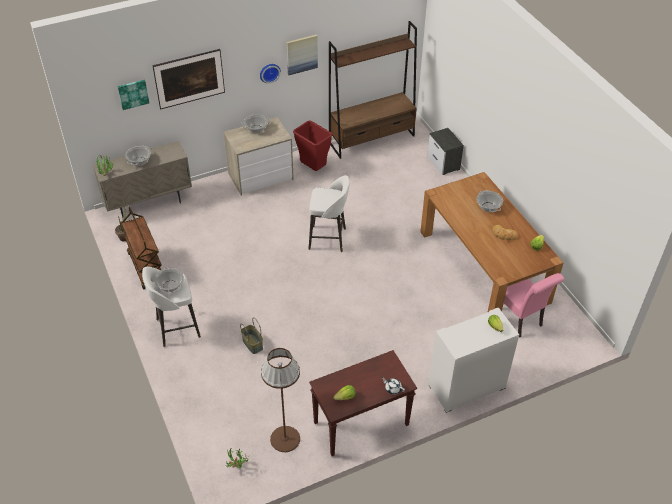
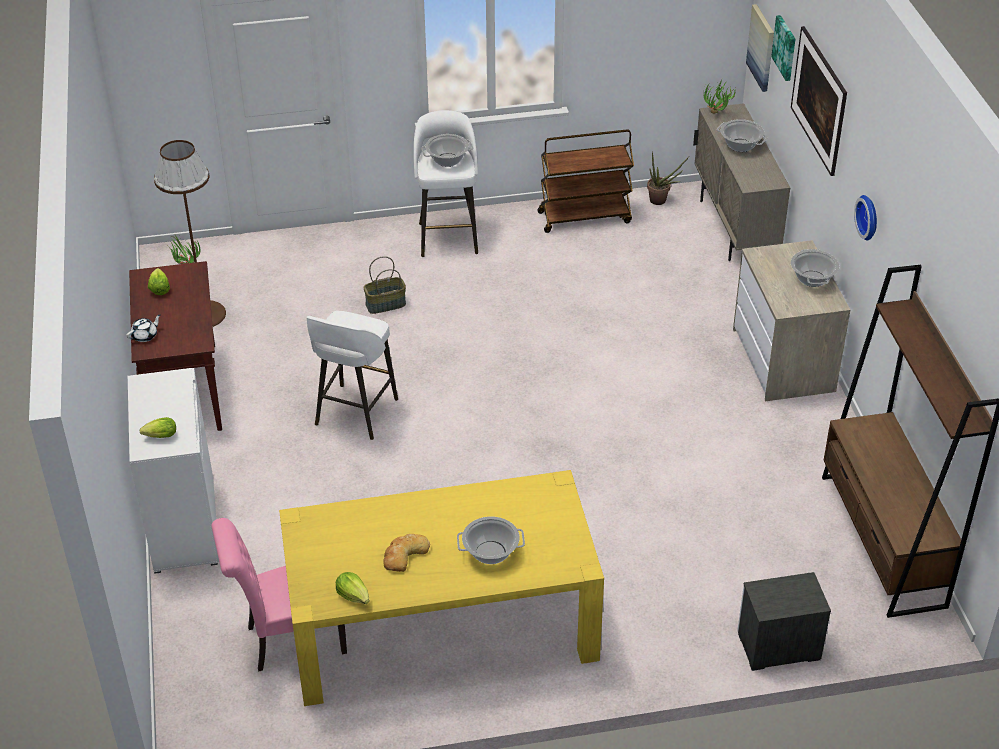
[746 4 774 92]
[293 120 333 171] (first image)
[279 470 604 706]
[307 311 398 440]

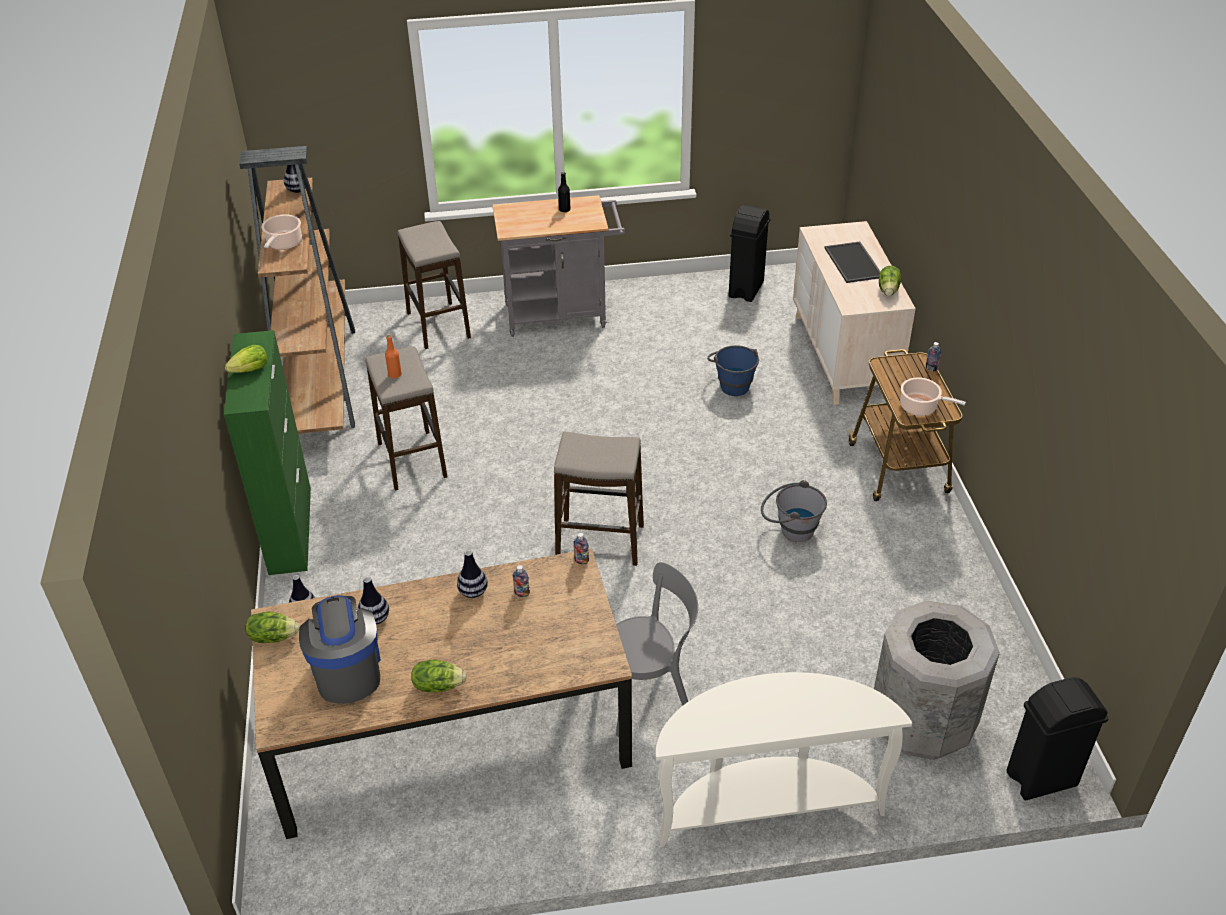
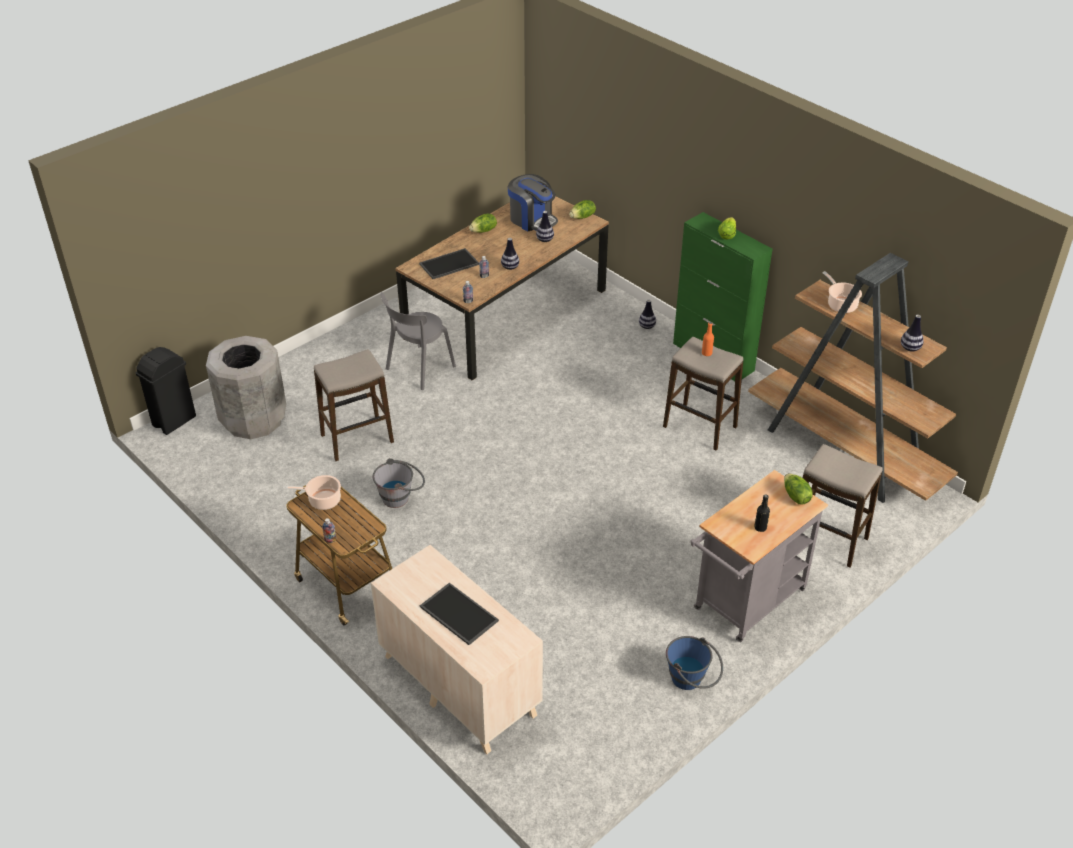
[728 205 771 302] (first image)
[784 473 813 504]
[666 636 723 690]
[314 349 394 461]
[656 672 912 847] (first image)
[419 248 479 279]

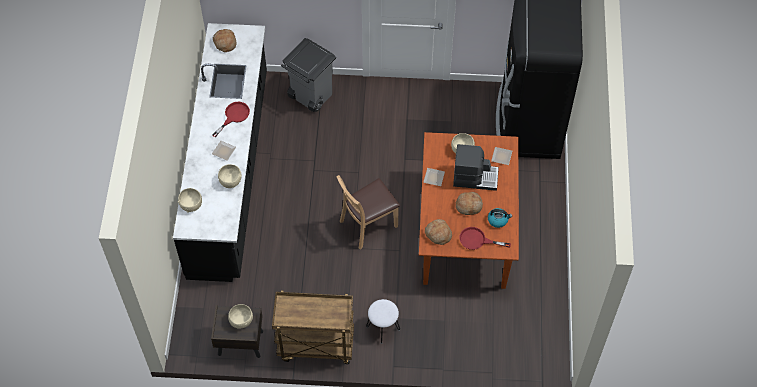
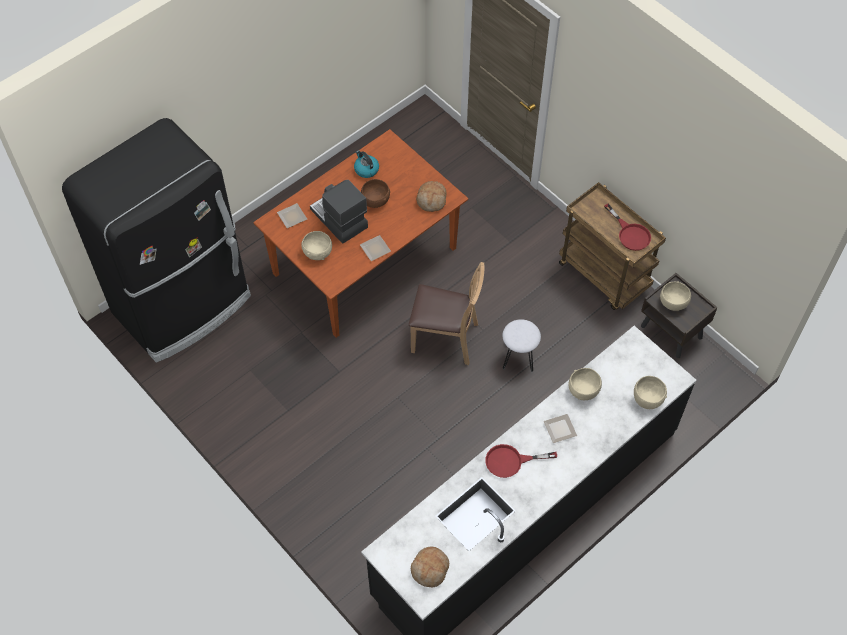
[281 38 336 112] (first image)
[361 179 390 208]
[604 204 651 251]
[502 319 541 372]

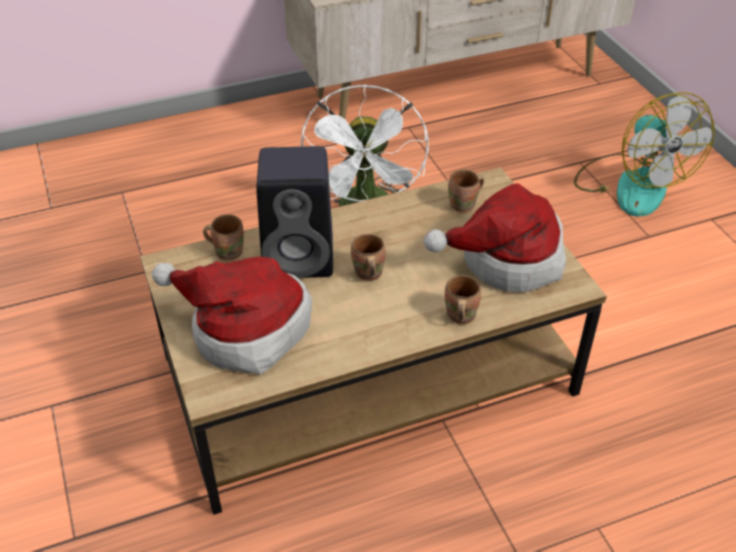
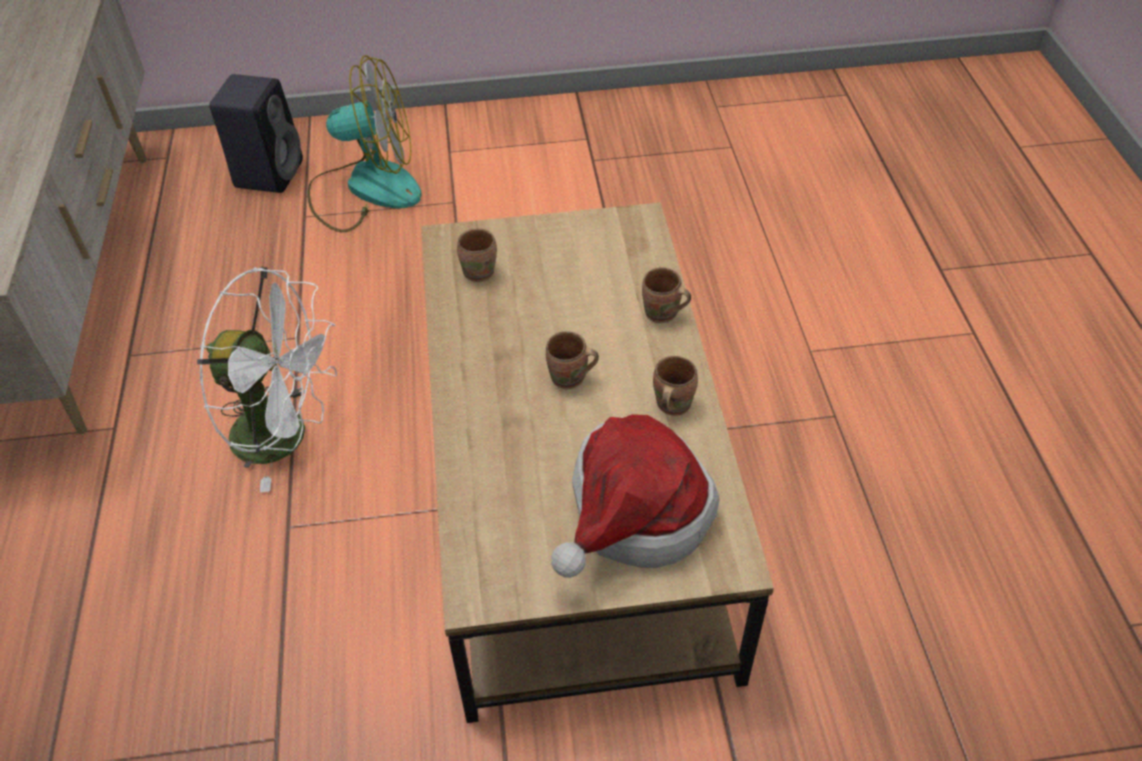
[209 74 303 193]
[424 183 566 292] (first image)
[653 356 698 416]

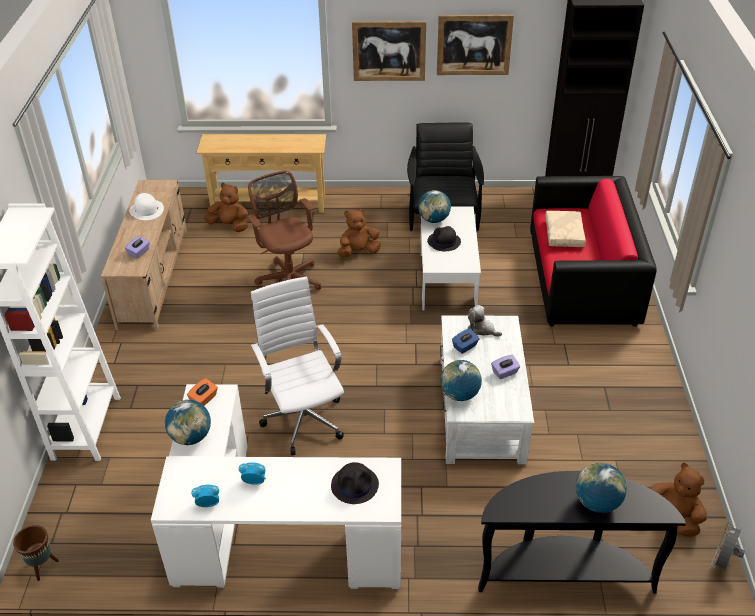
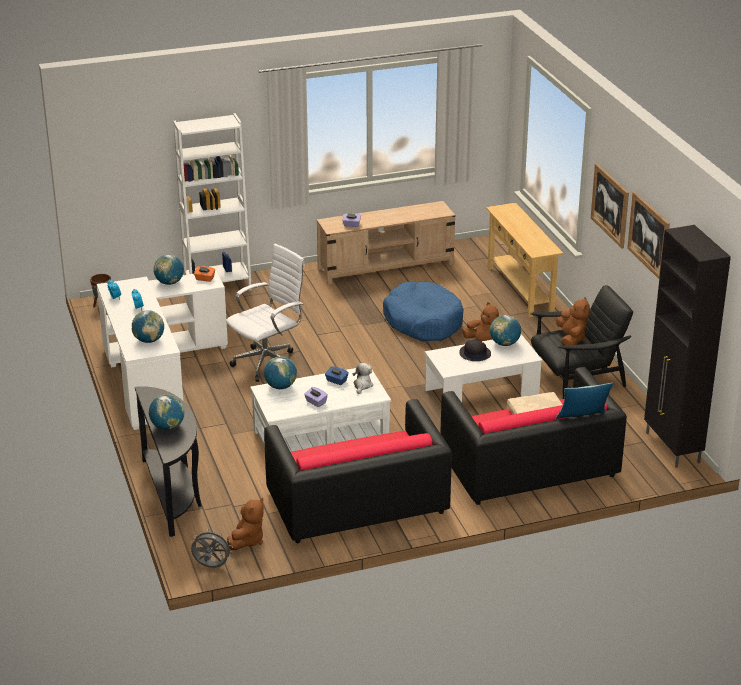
[383 281 464 342]
[556 297 590 345]
[129 193 164 220] (first image)
[132 310 164 343]
[556 383 613 419]
[264 399 452 543]

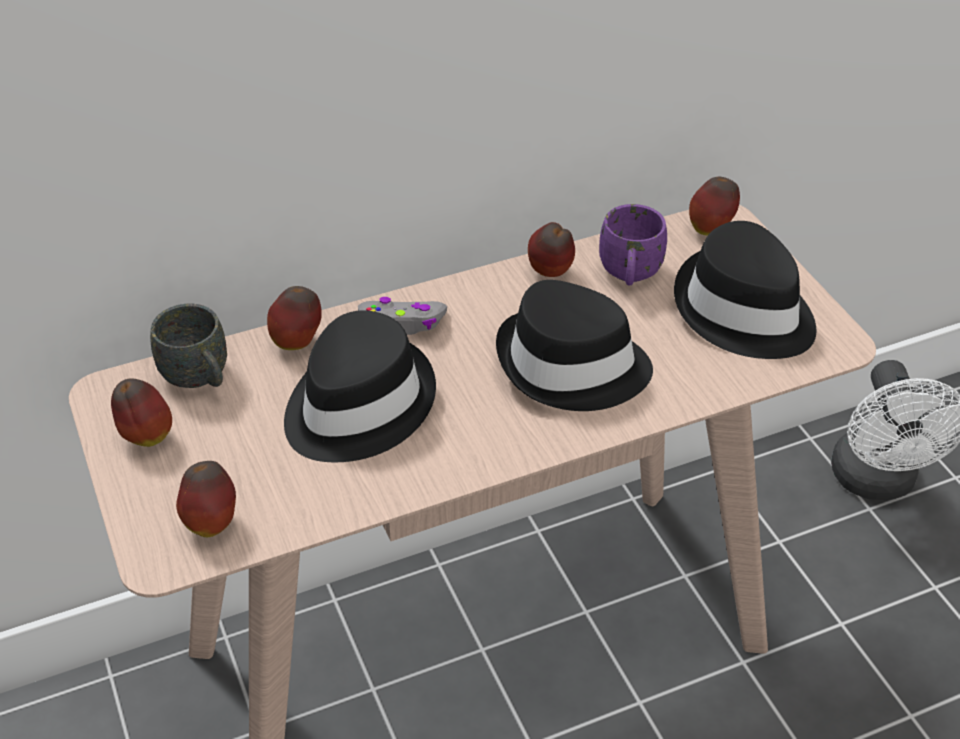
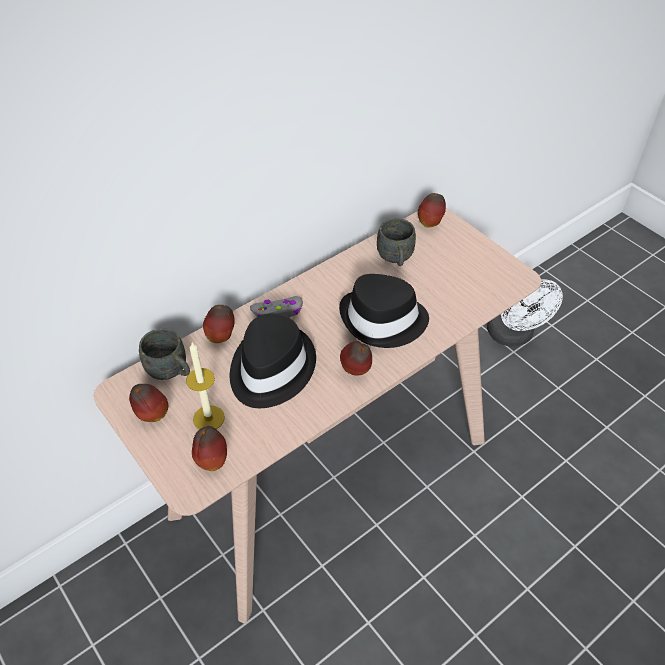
[377 218 416 266]
[674 221 816 359] (first image)
[340 341 372 376]
[186 343 225 430]

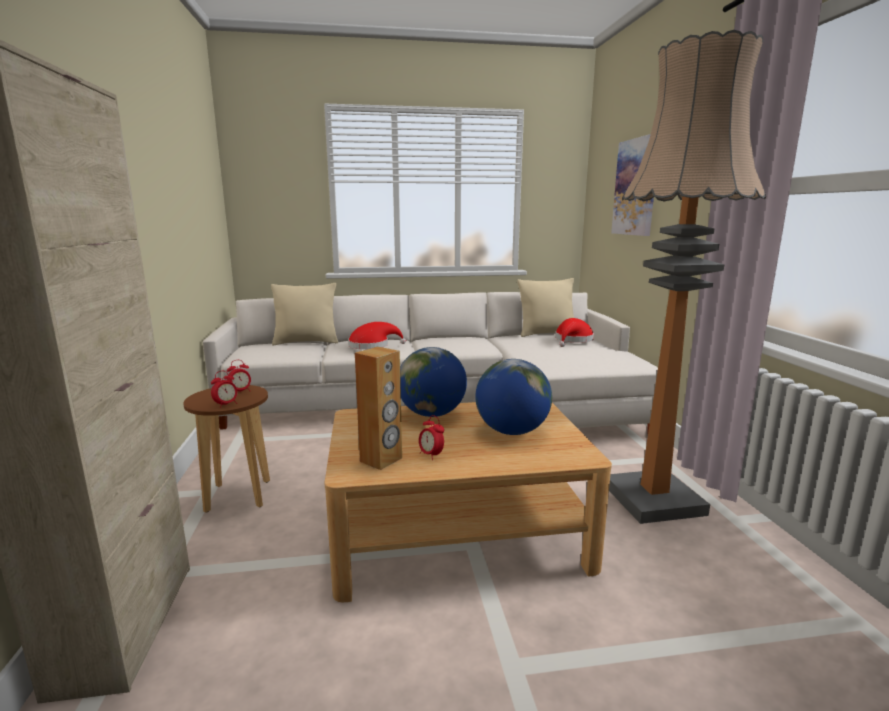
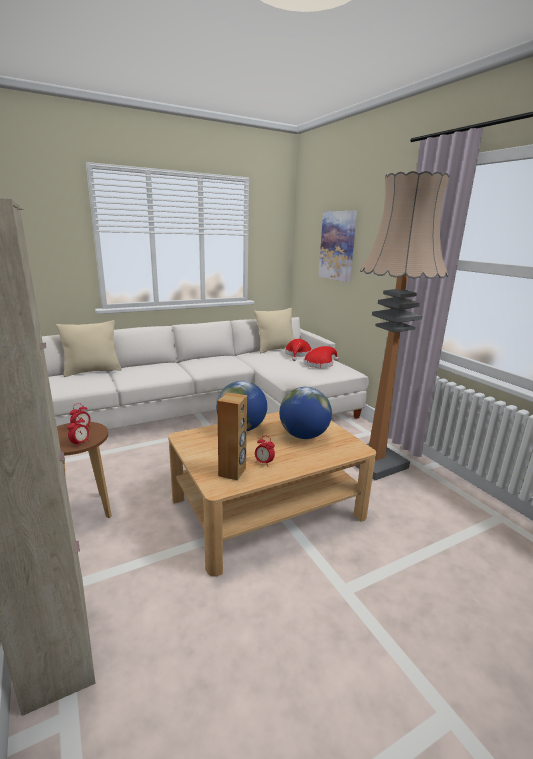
[304 346 339 368]

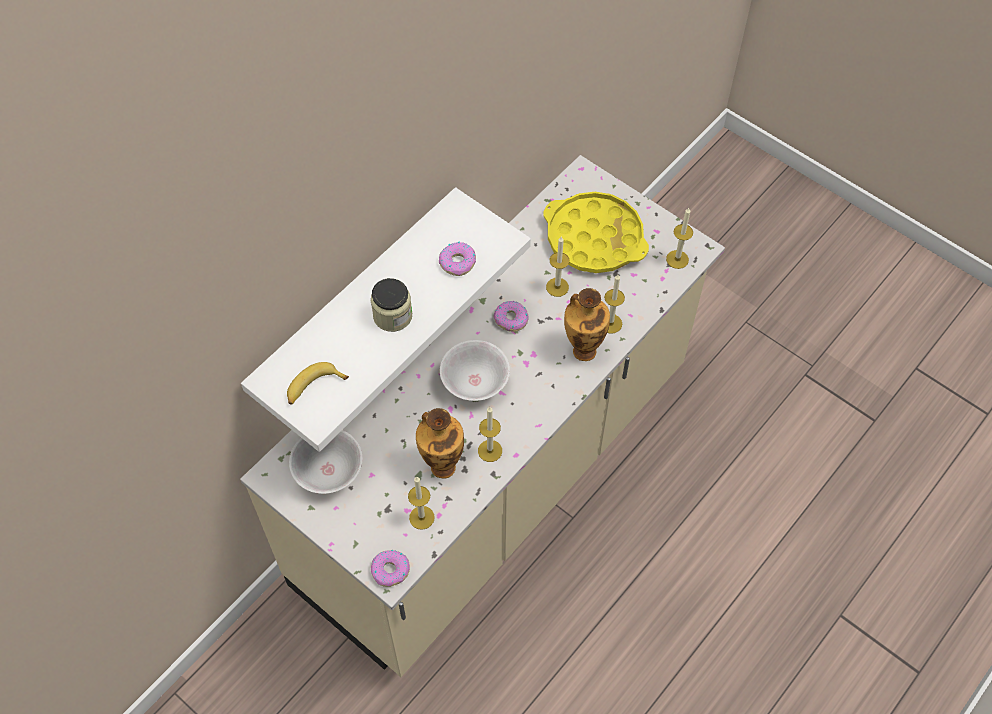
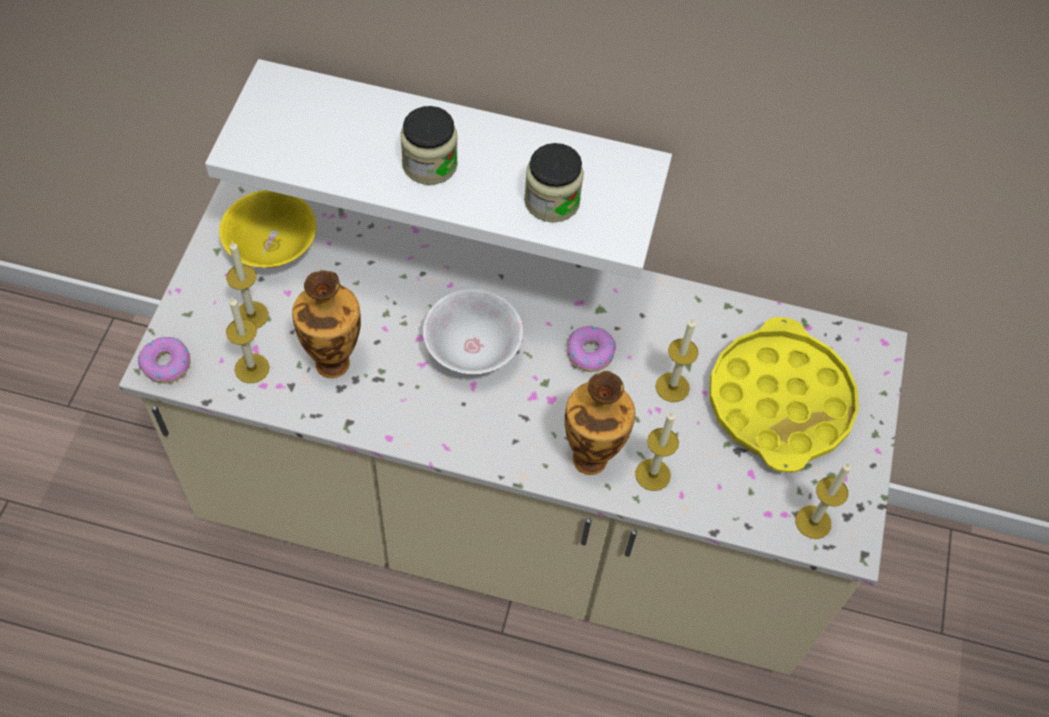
[524 143 584 223]
[287 362 349 404] (first image)
[226 242 269 328]
[219 190 317 268]

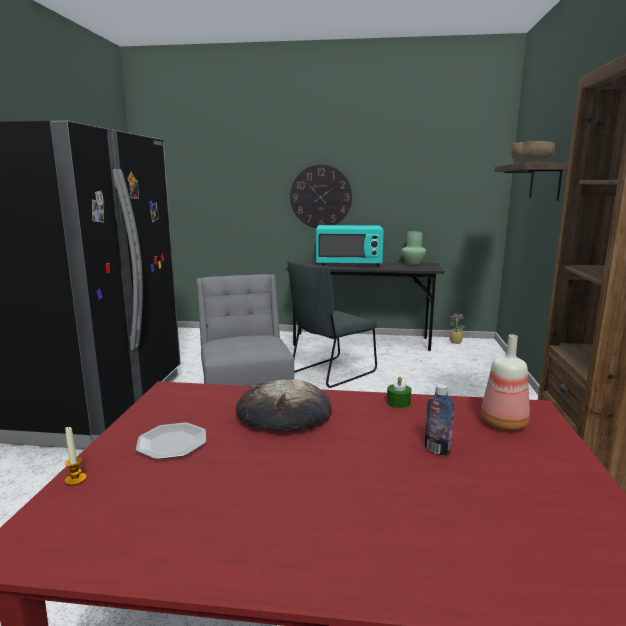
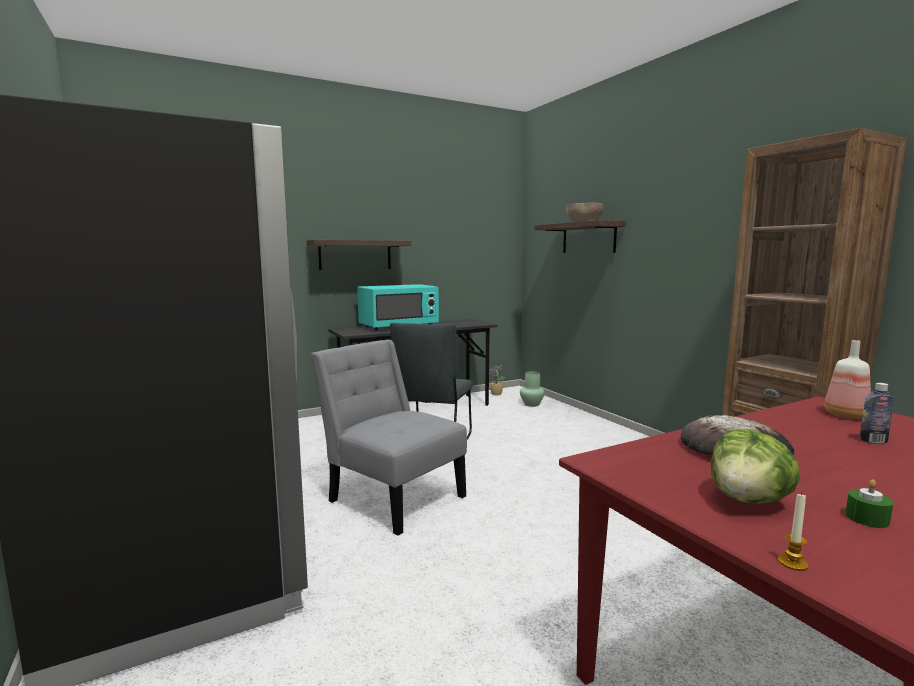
[307 240 411 270]
[520 371 545 407]
[845 479 893 528]
[711 429 800 504]

